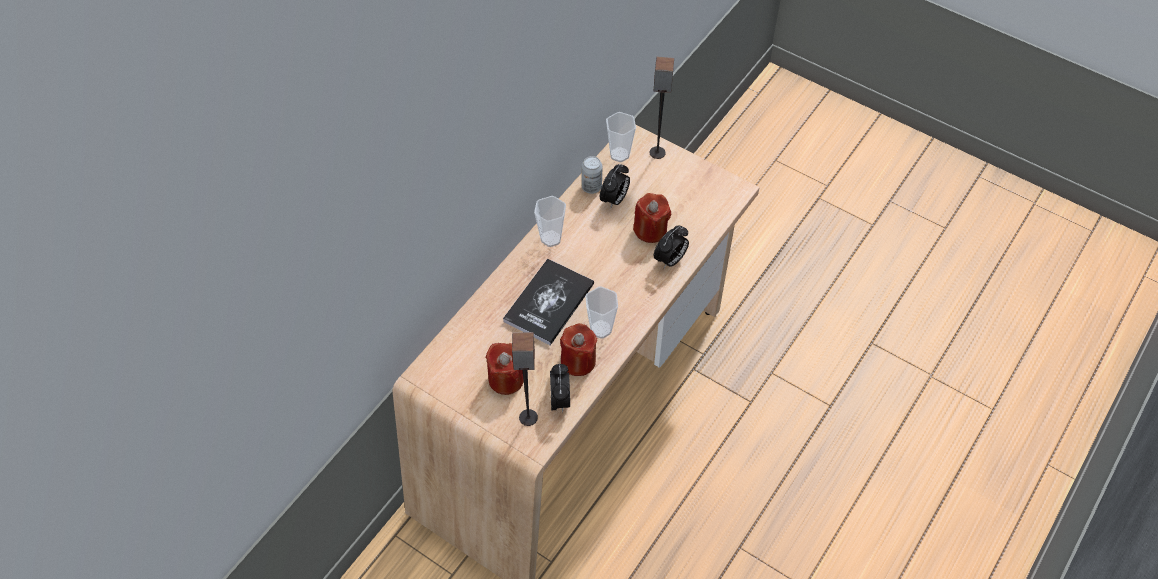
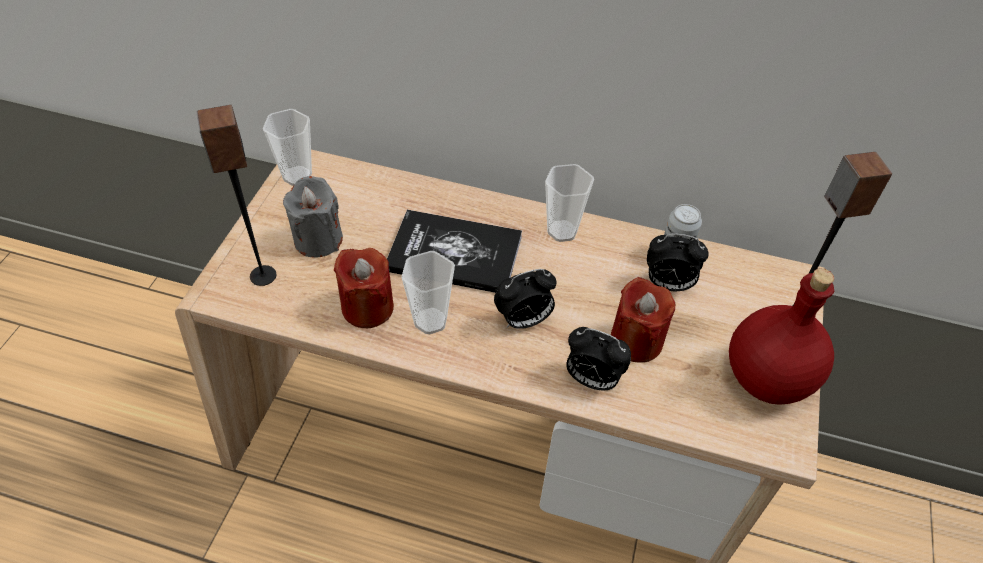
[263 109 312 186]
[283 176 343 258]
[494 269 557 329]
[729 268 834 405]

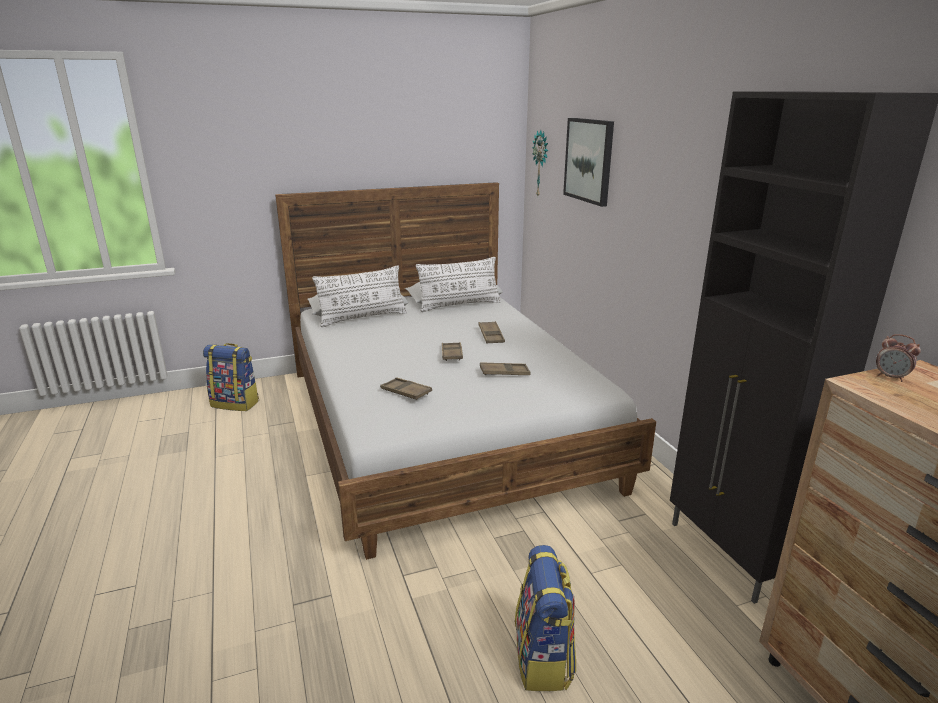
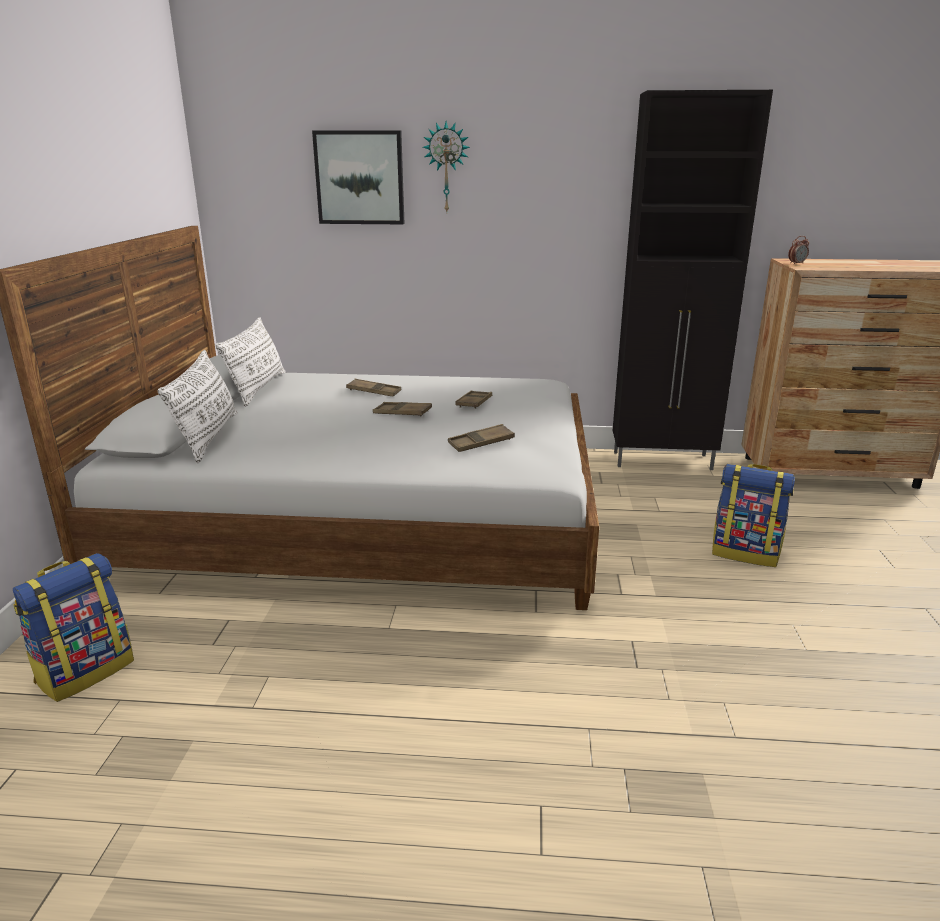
[422 121 470 212]

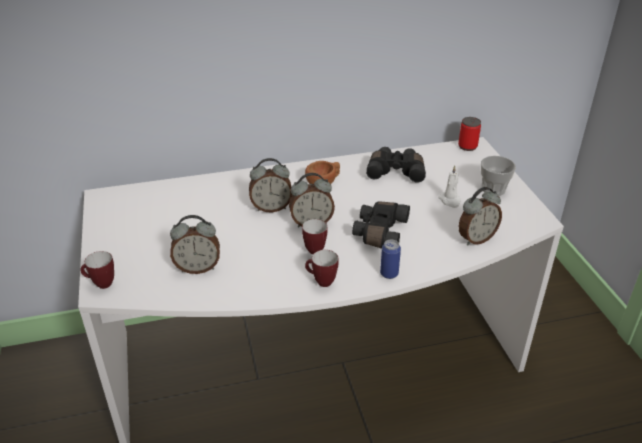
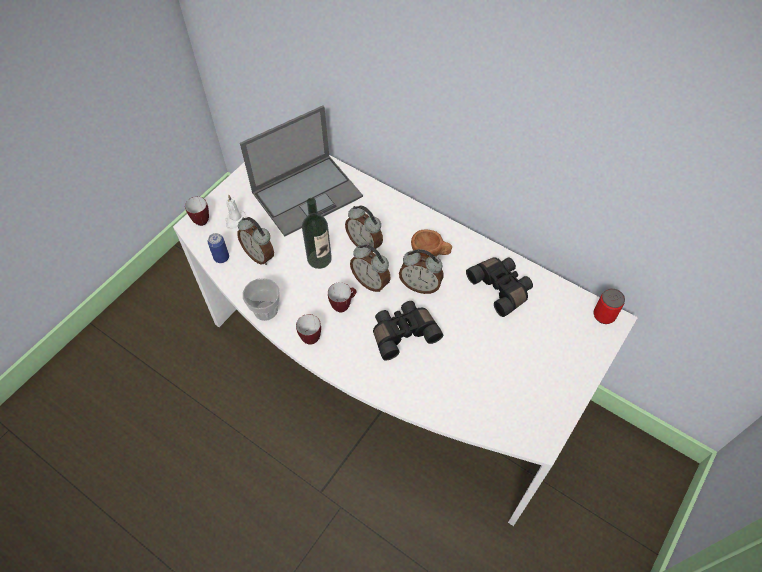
[243 278 280 321]
[225 194 247 229]
[399 249 444 294]
[208 233 229 263]
[240 106 363 236]
[302 198 332 269]

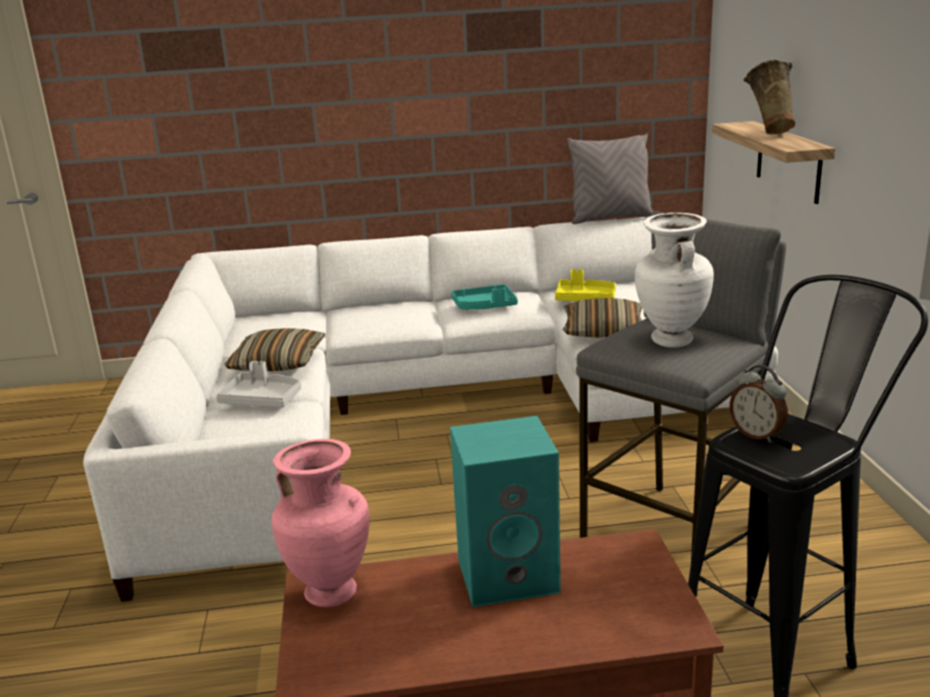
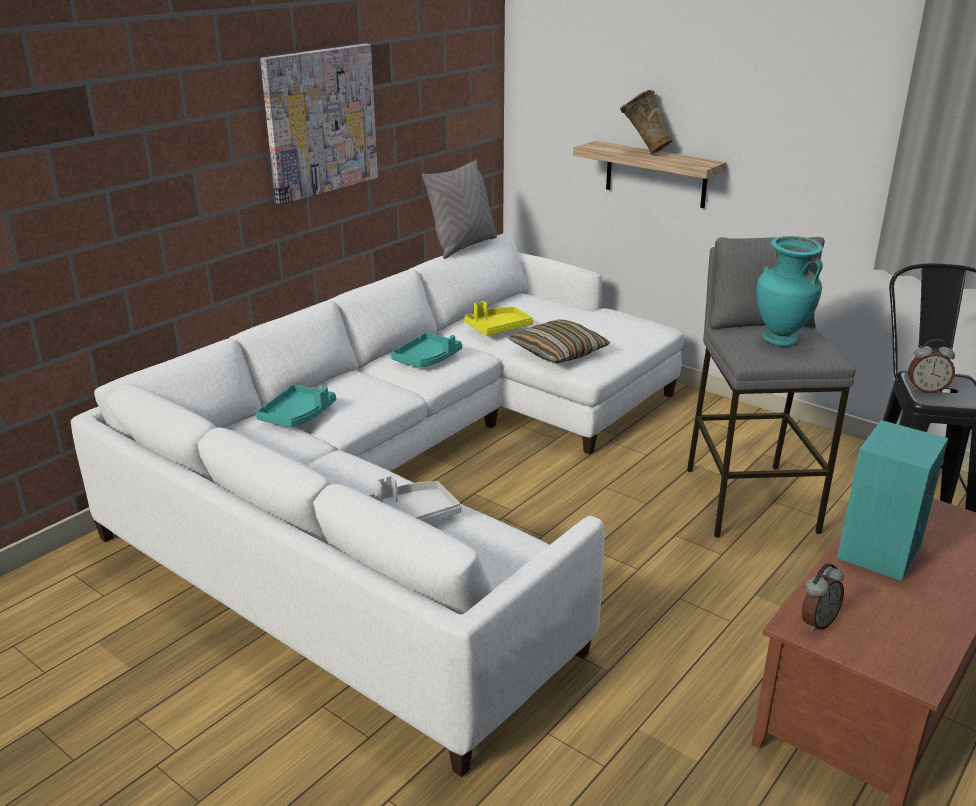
[756 236 823 347]
[225 328 325 371] (first image)
[802 563 844 632]
[260 44 378 205]
[256 384 336 427]

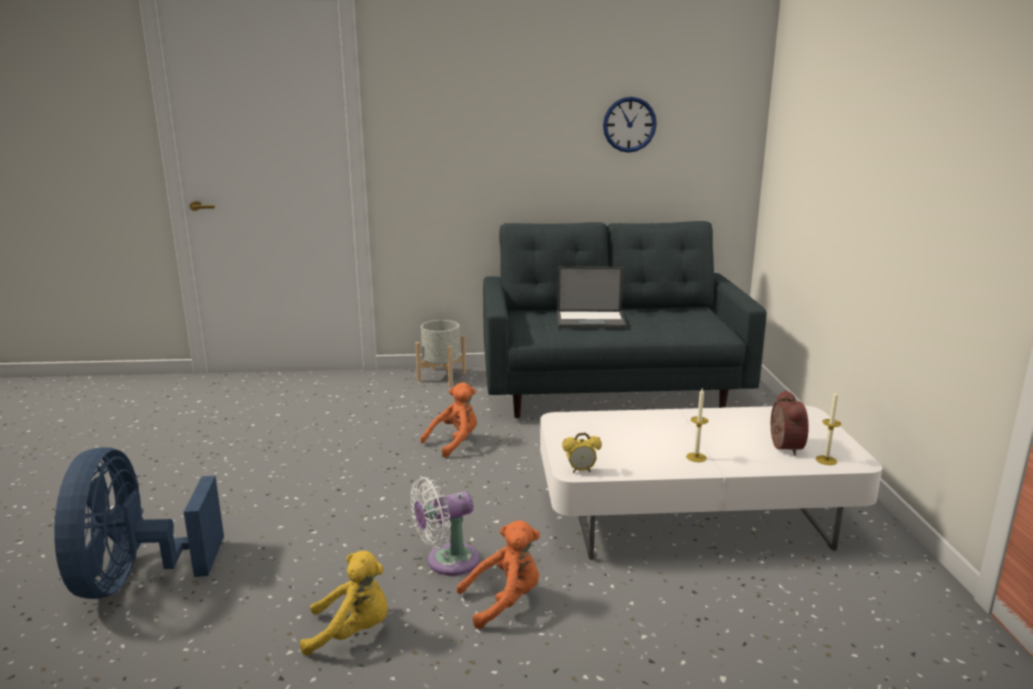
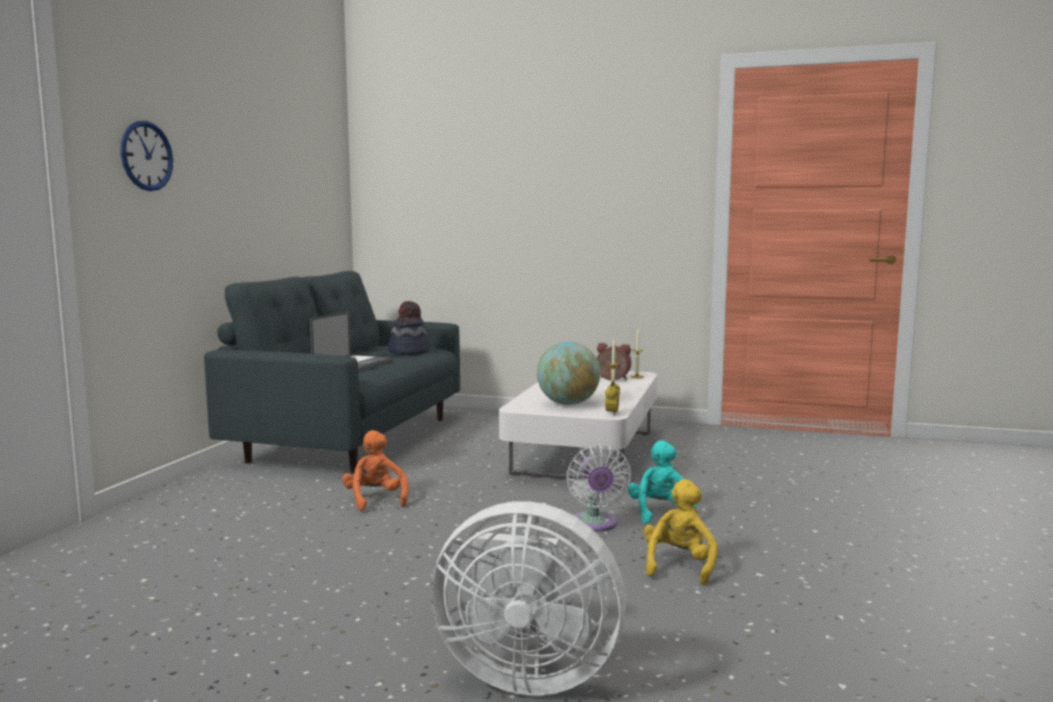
[120 121 173 191]
[415 320 466 386] (first image)
[431 501 626 696]
[628 440 697 524]
[388 301 429 355]
[537 342 600 405]

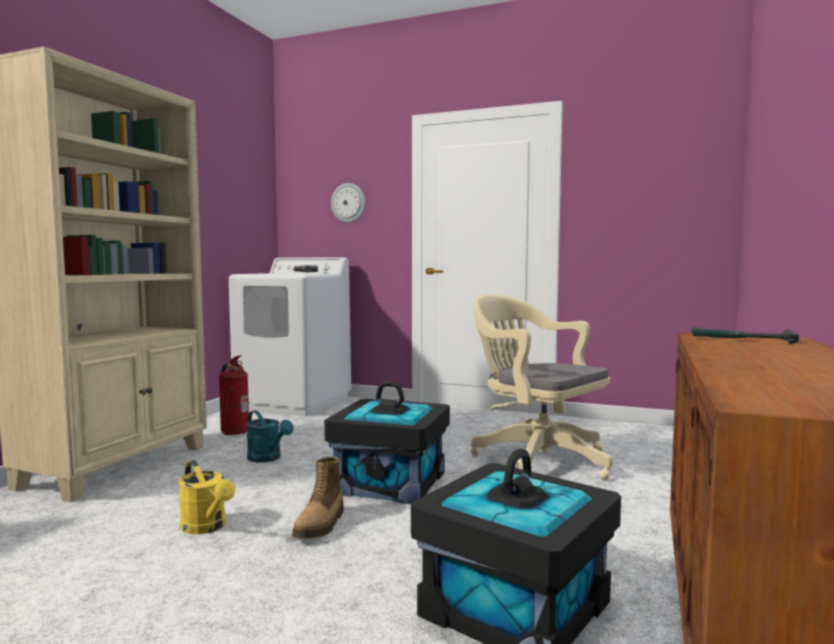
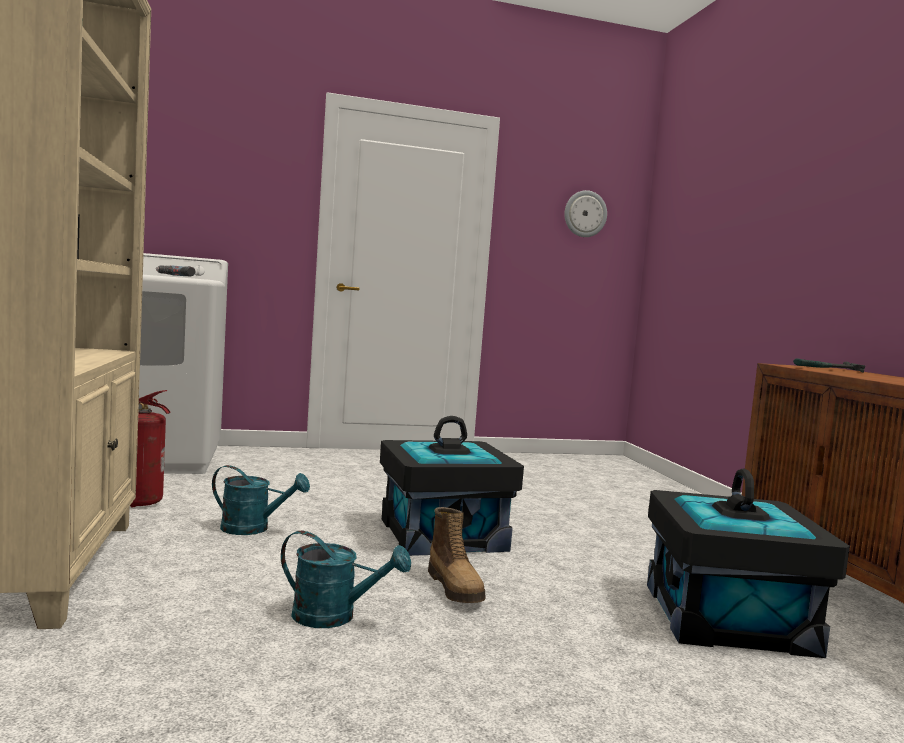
[564 190 607 237]
[471 294 613 480] (first image)
[281 531 411 628]

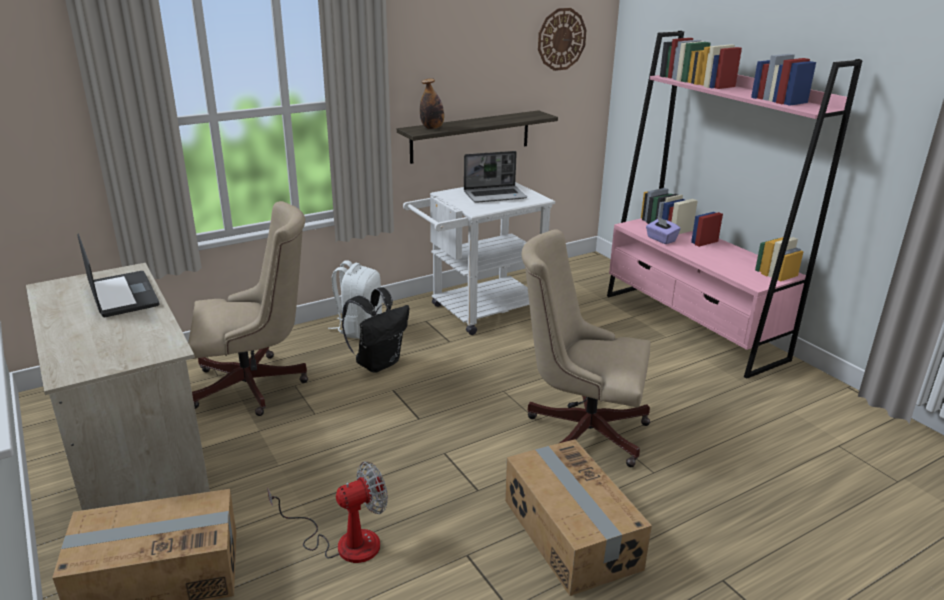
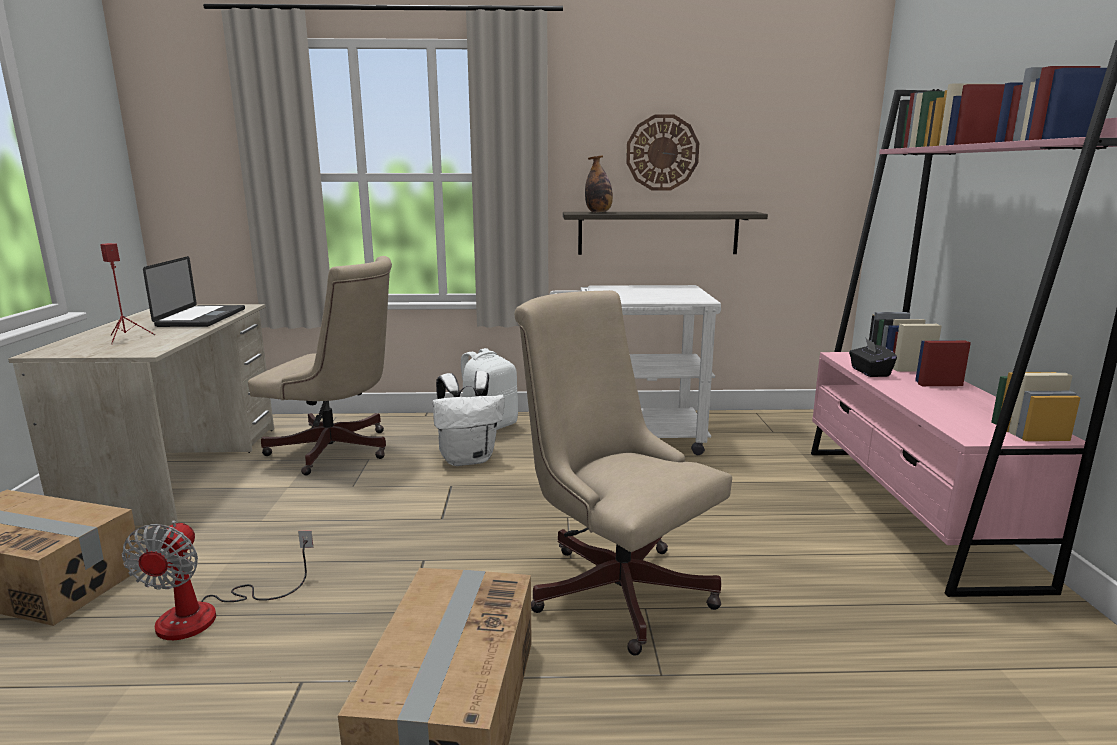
[626 114 699 191]
[464 151 527 203] (first image)
[849 339 897 377]
[433 371 505 466]
[122 520 313 640]
[100 243 156 344]

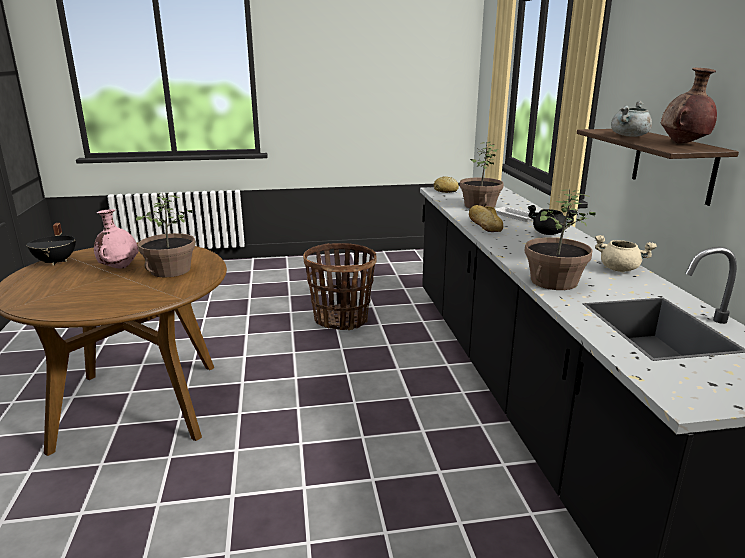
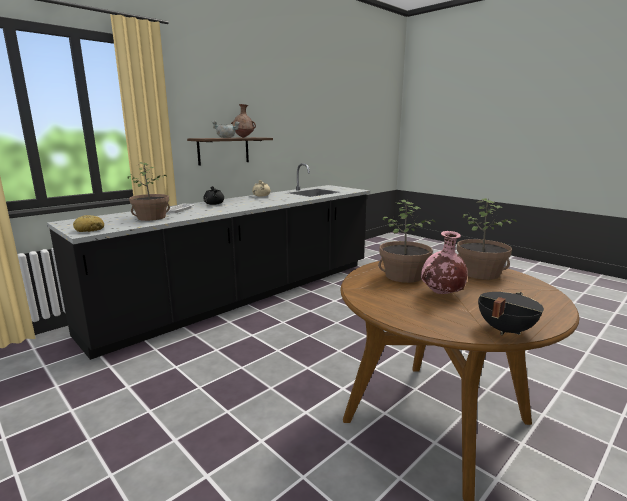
[457 198 517 280]
[469 205 503 232] (first image)
[303 243 377 330] (first image)

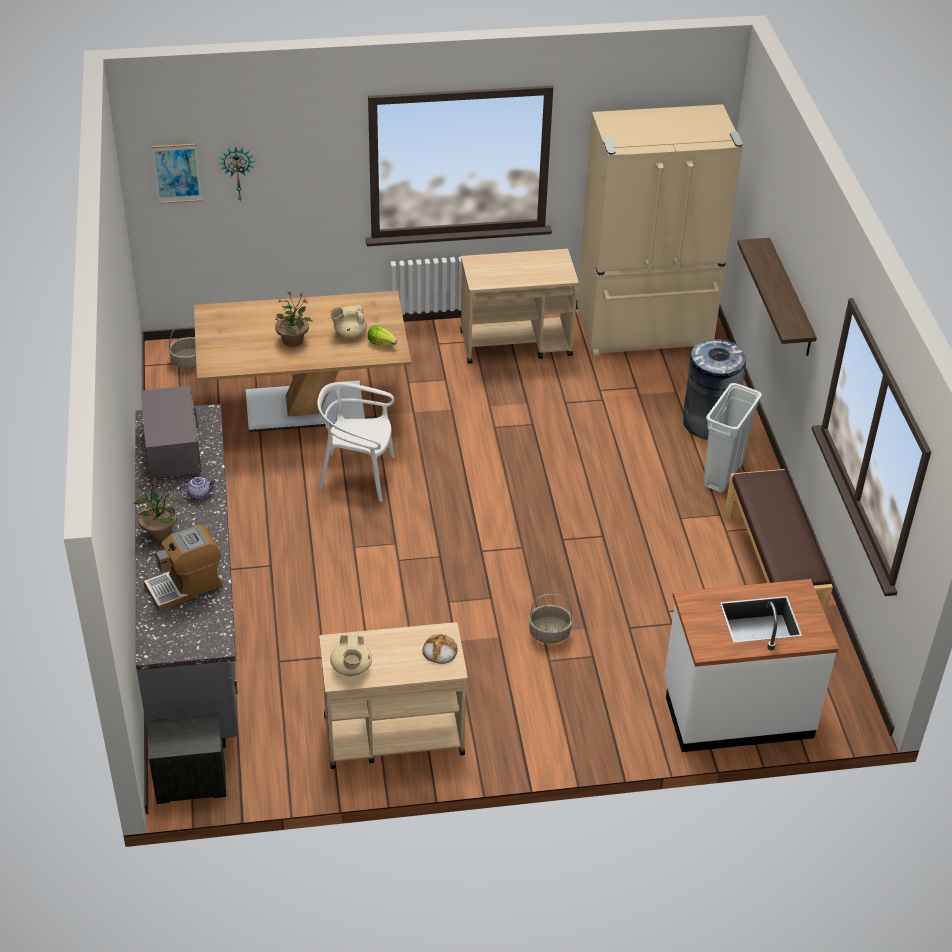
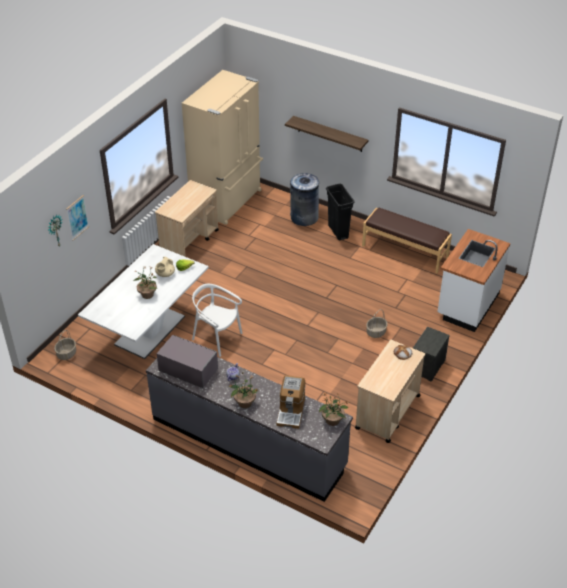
[66 195 89 241]
[78 244 209 359]
[192 284 243 357]
[326 184 355 241]
[330 633 372 676] (first image)
[413 326 450 382]
[319 393 349 426]

